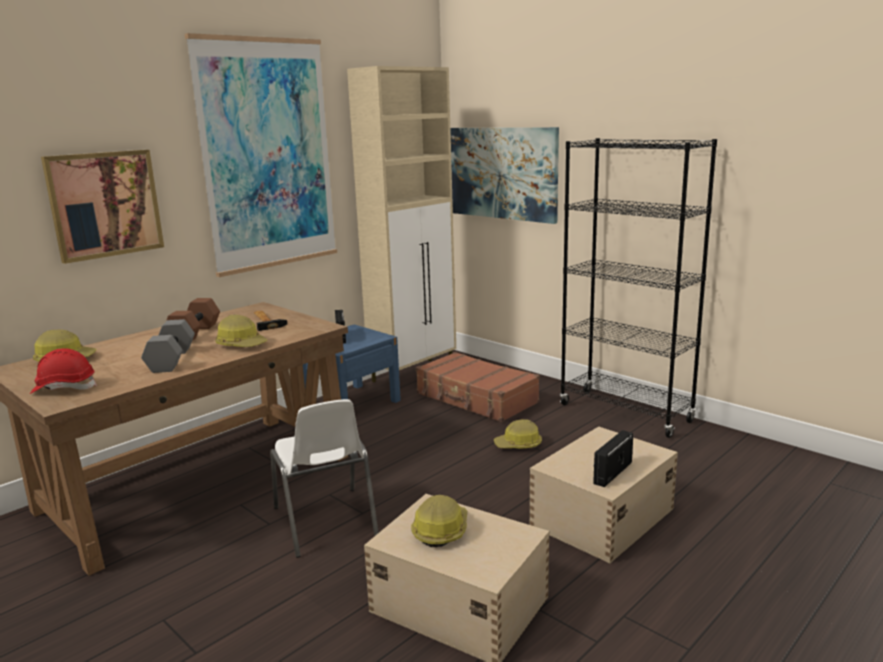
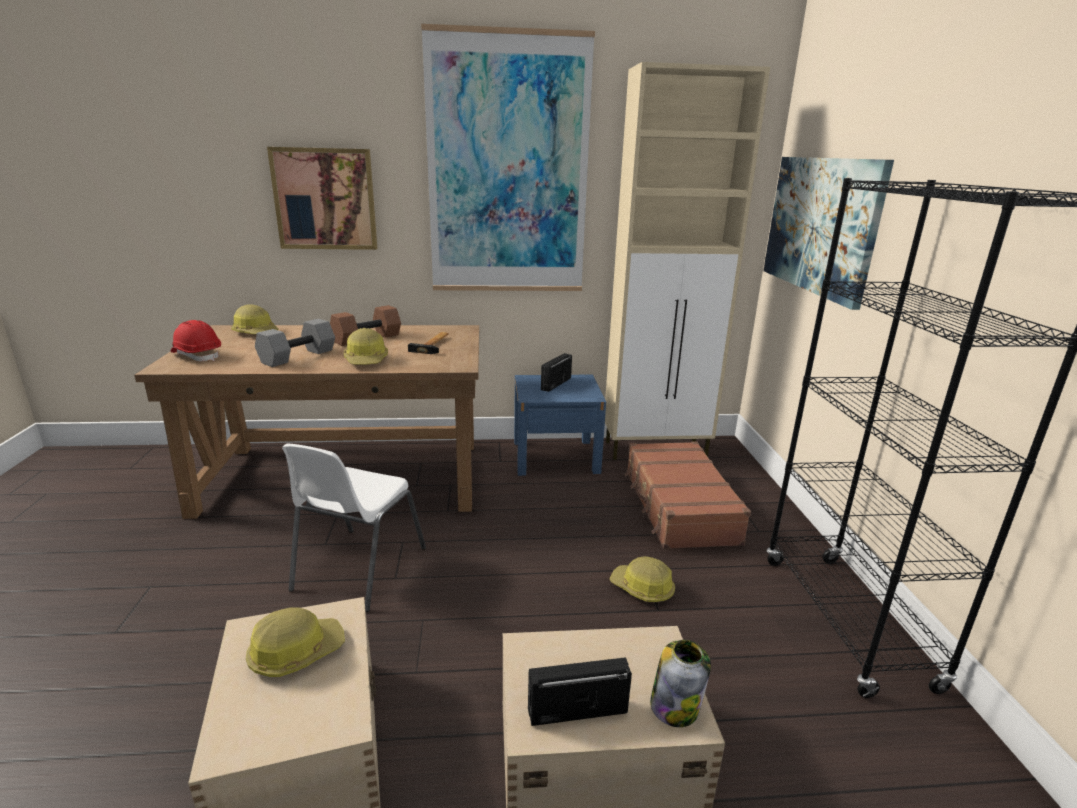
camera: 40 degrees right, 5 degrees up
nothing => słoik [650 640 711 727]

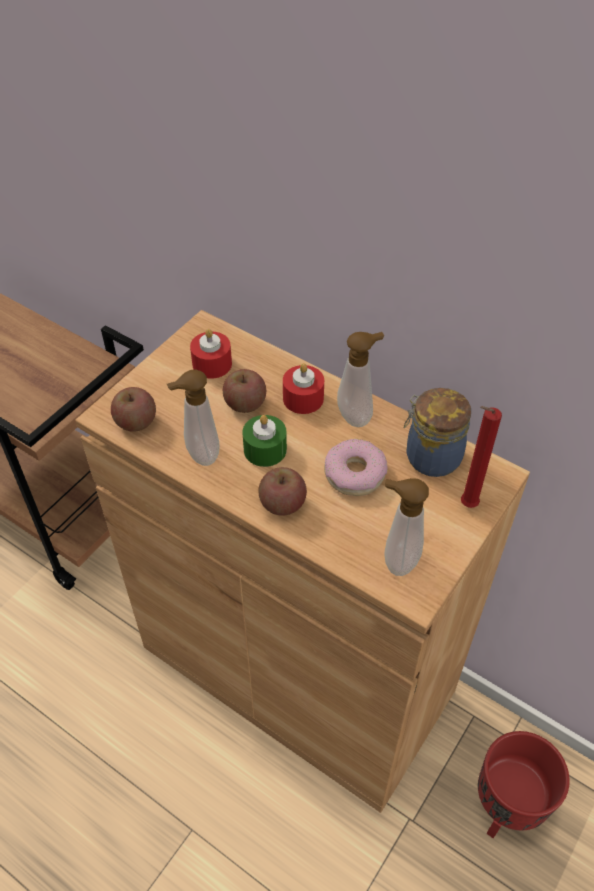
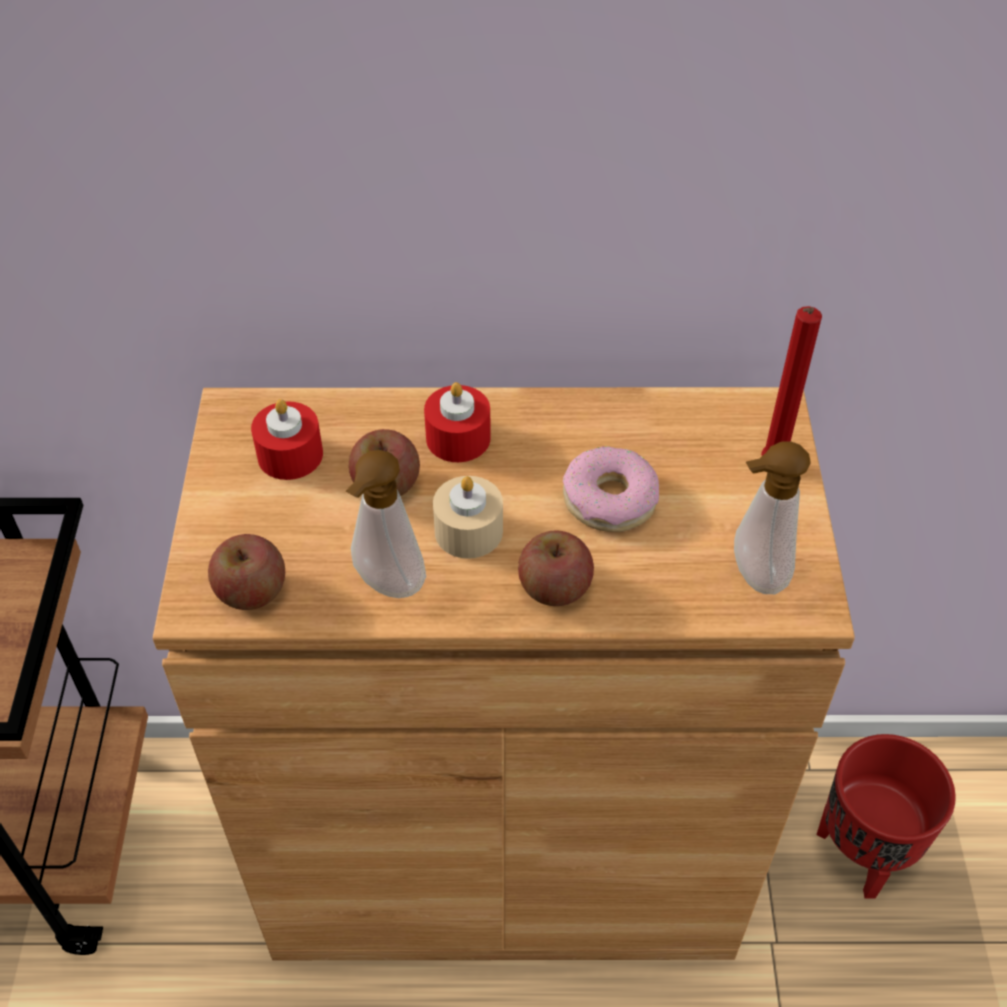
camera: 35 degrees left, 0 degrees up
dozownik mydła [337 332 384 427] => nothing
słoik [404 388 471 477] => nothing
świeca (zielony) [242 415 287 467] => świeca (beżowy) [433 476 503 559]

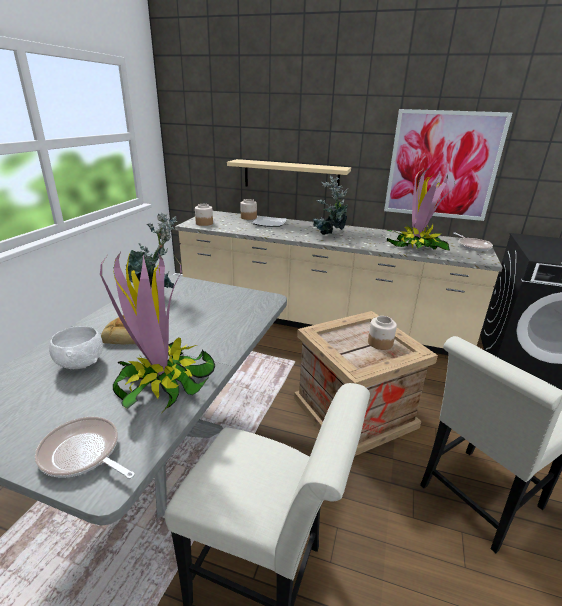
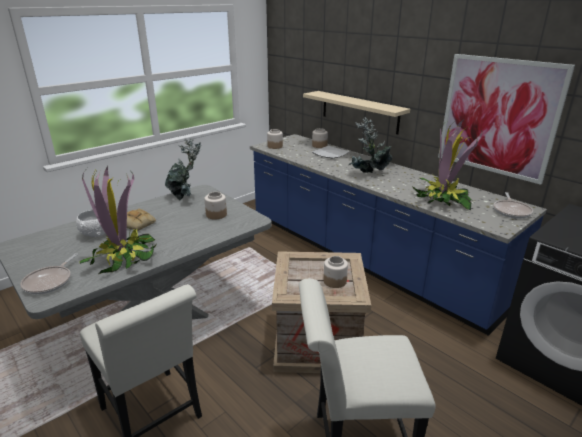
camera: 30 degrees right, 0 degrees up
zabudowa kuchenna (beżowy) [175 211 503 355] => zabudowa kuchenna (niebieski) [250 134 547 336]
patelnia [35 417 135 479] => patelnia [20 253 78 294], 135 degrees counterclockwise
nothing => słoik [204 192 227 219]

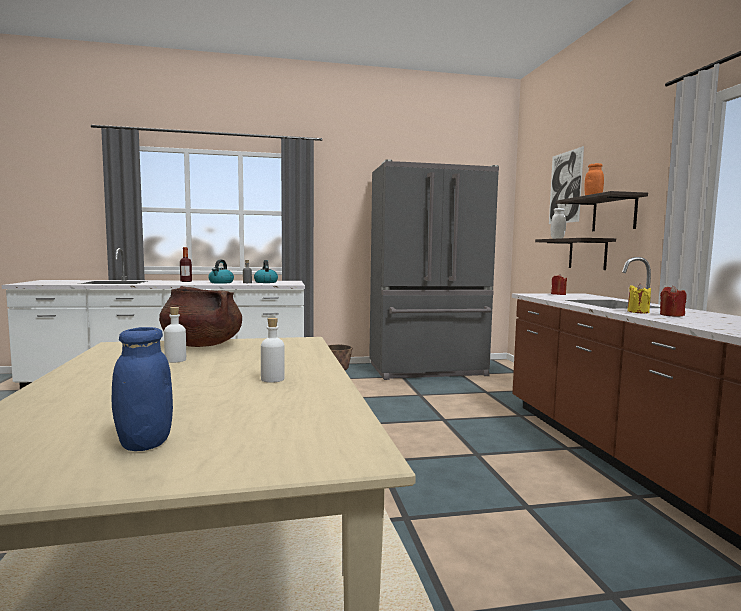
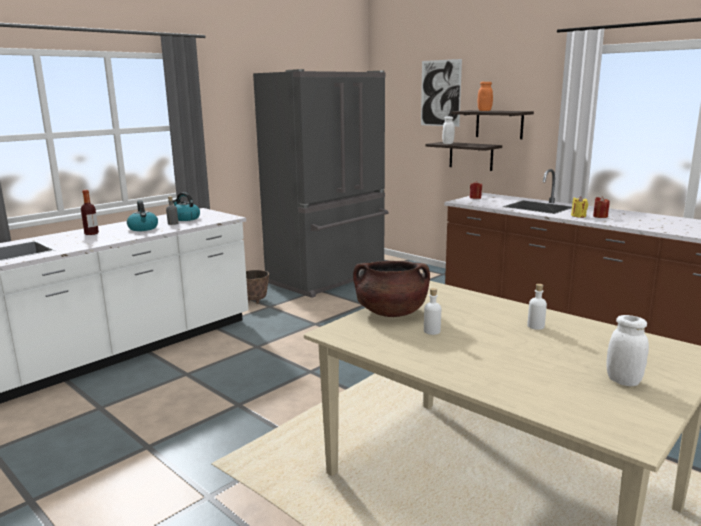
camera: 35 degrees left, 10 degrees up
słoik (niebieski) [112 327 173 451] => słoik (biały) [606 315 649 386]

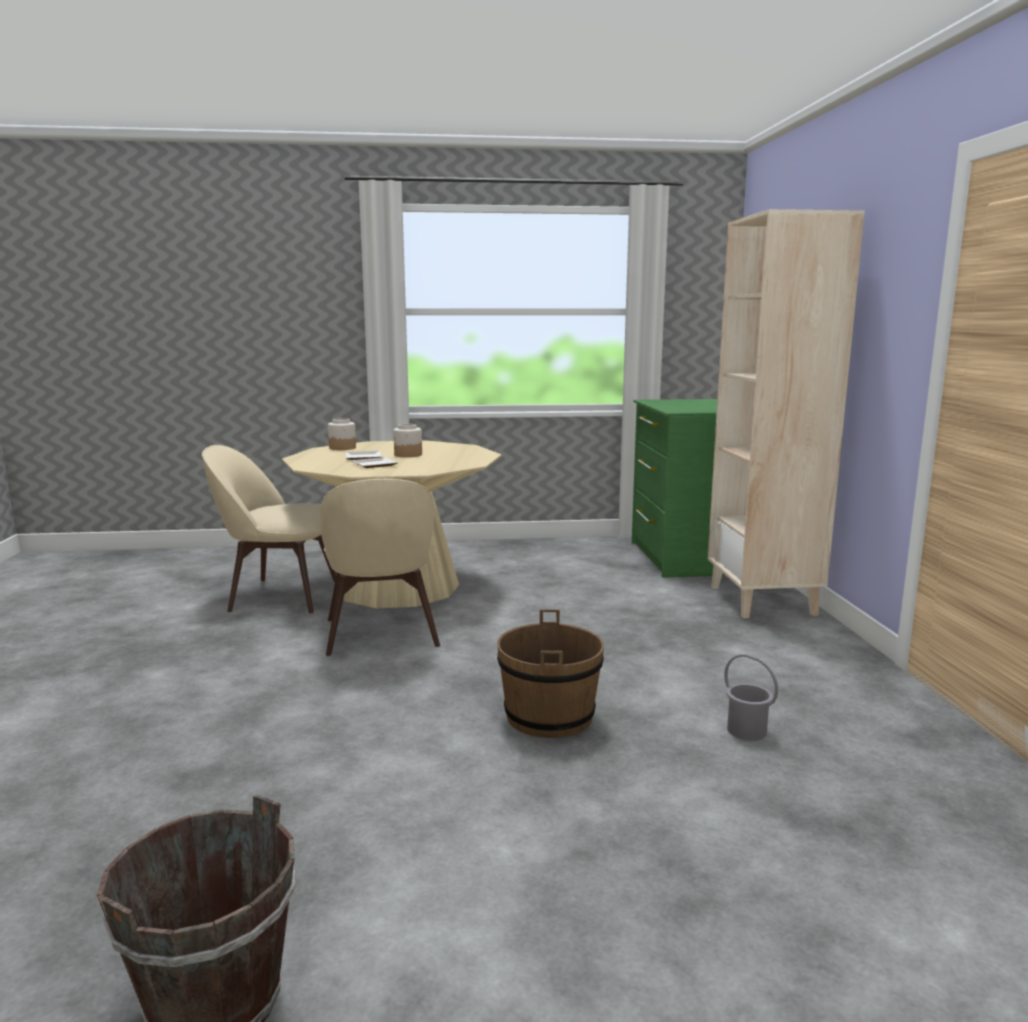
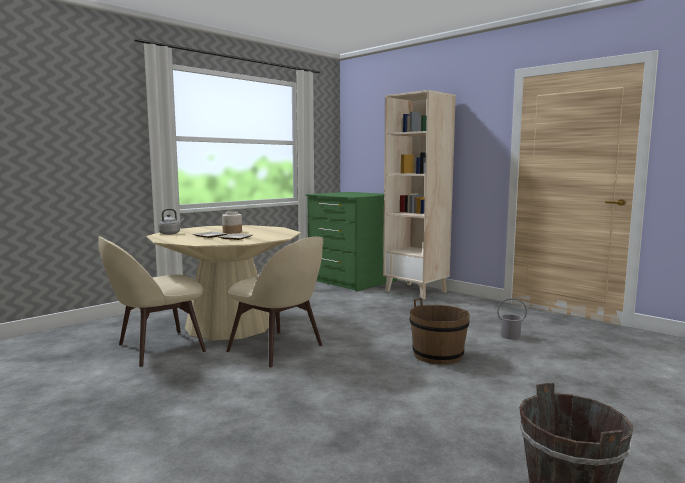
camera: 40 degrees left, 5 degrees down
słoik [328 418 356 450] => czajnik (szary) [158 209 185 235]

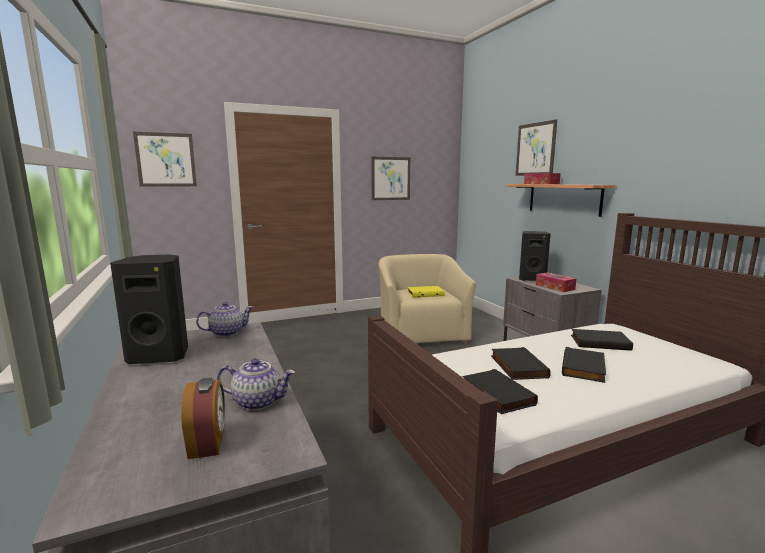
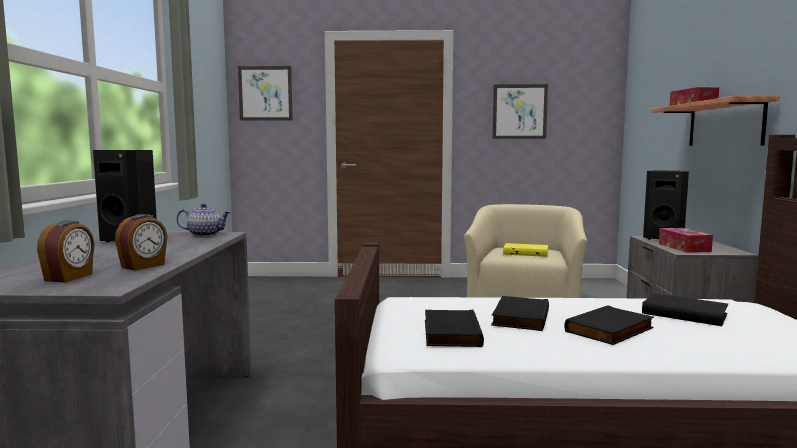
camera: 25 degrees right, 5 degrees down
obraz [516 119 557 176] => nothing
imbryk [217 358 295 410] => budzik [115 214 168 271]

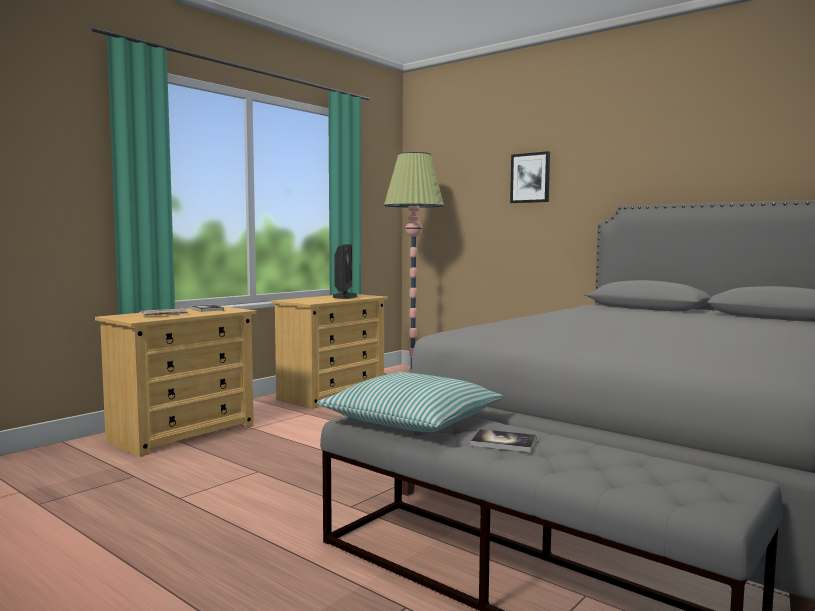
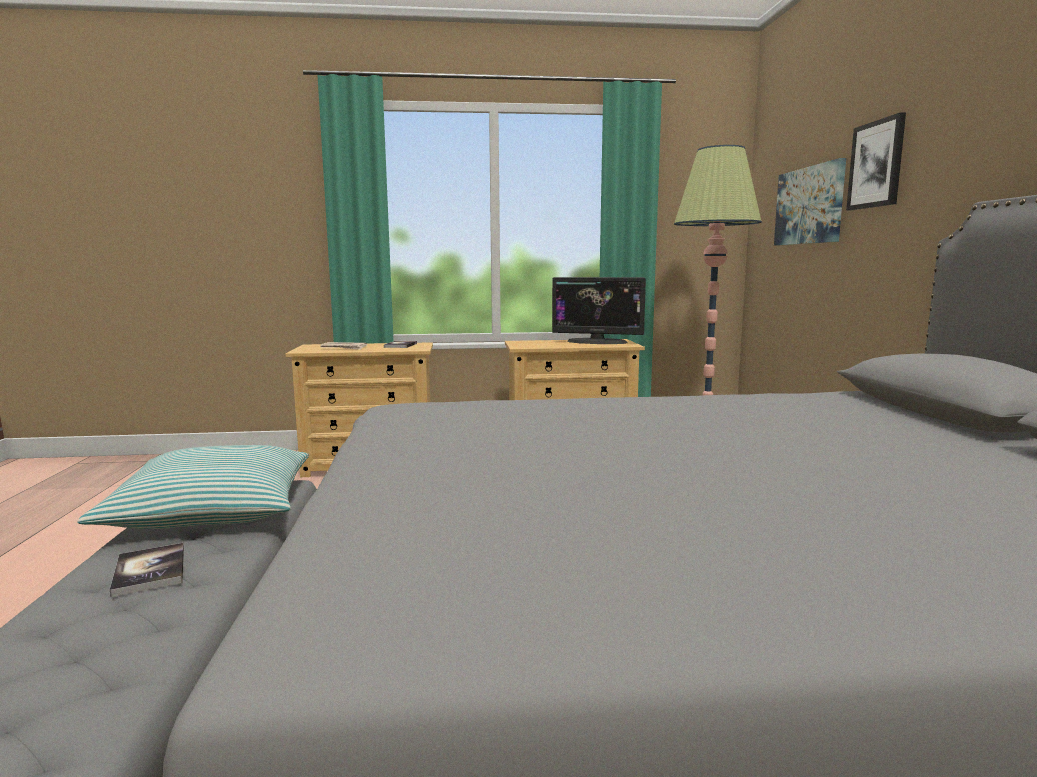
camera: 45 degrees right, 5 degrees up
monitor [333 244 358 299] => monitor [552 277 646 344], 60 degrees clockwise
nothing => obraz [774 158 846 245]

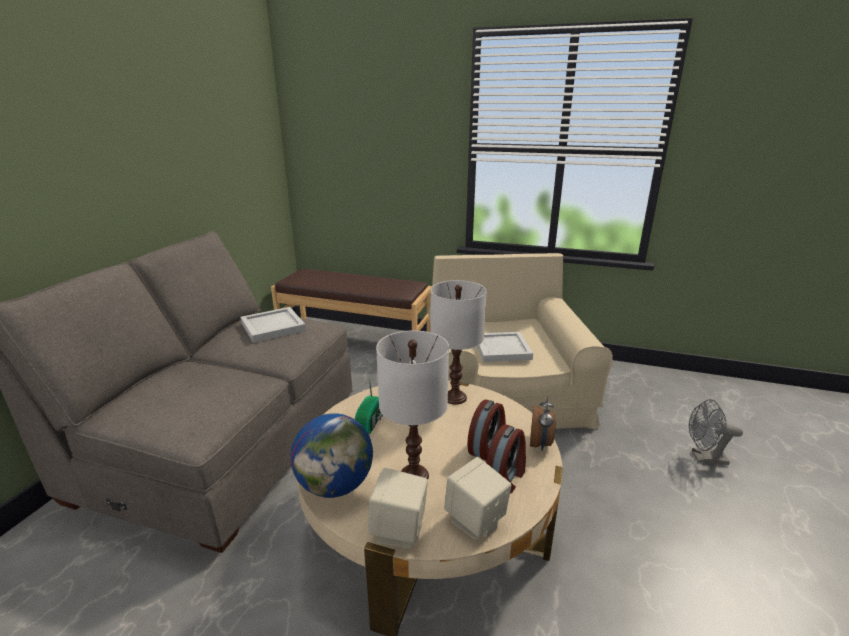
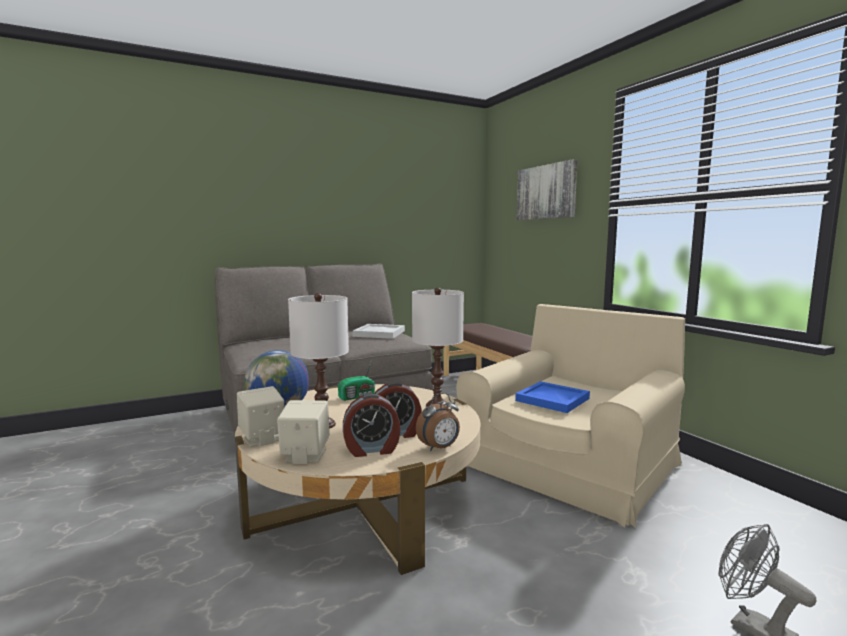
camera: 45 degrees right, 15 degrees down
taca (biały) [477 332 533 362] => taca (niebieski) [515 381 590 413]
nothing => obraz [517 159 577 220]

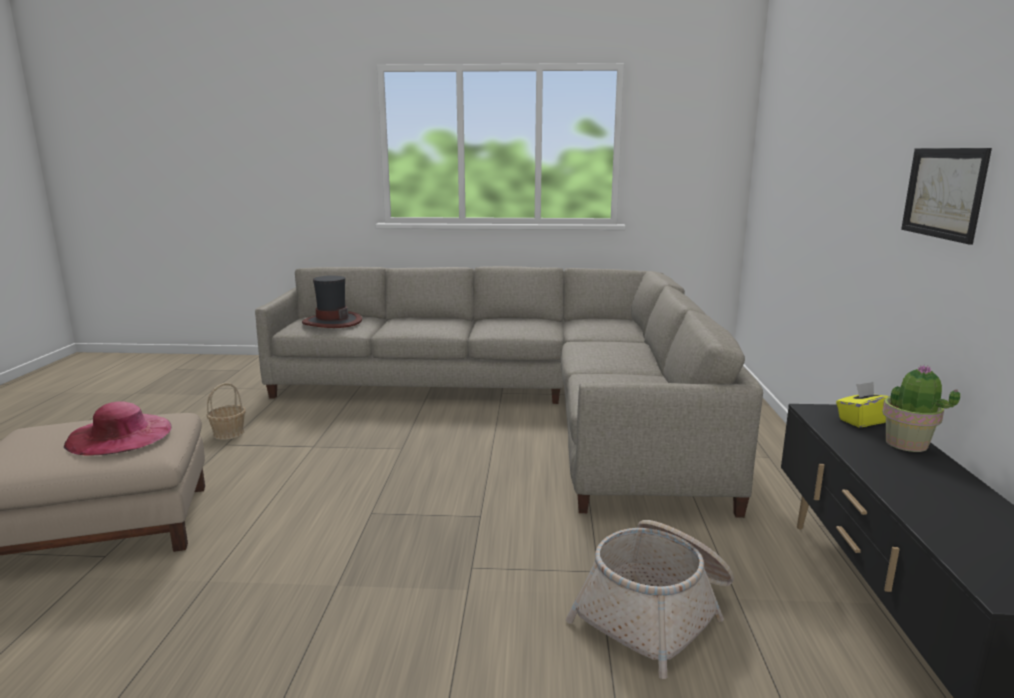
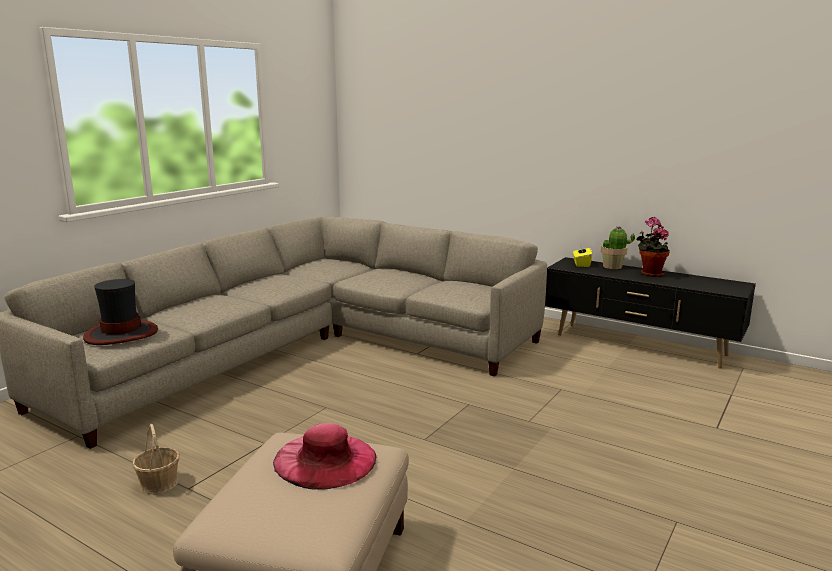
camera: 60 degrees left, 0 degrees up
obraz [901 148 992 245] => nothing
koszyk [566 520 734 679] => nothing
nothing => roślina doniczkowa [636 217 670 277]

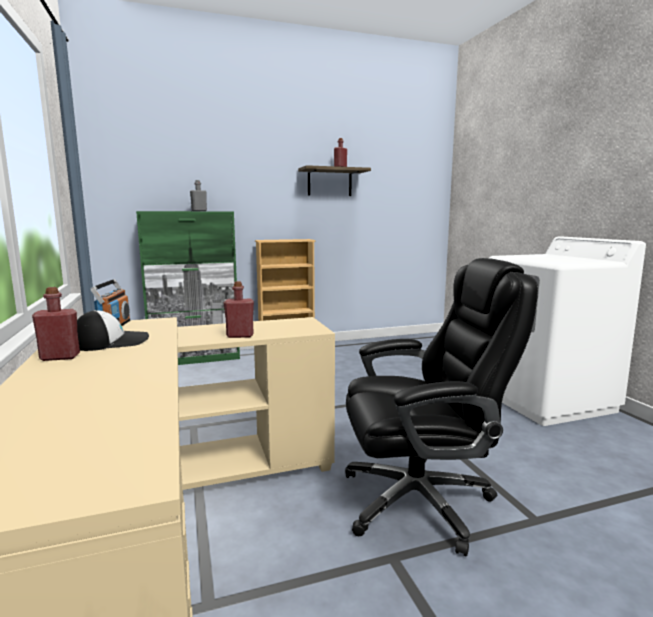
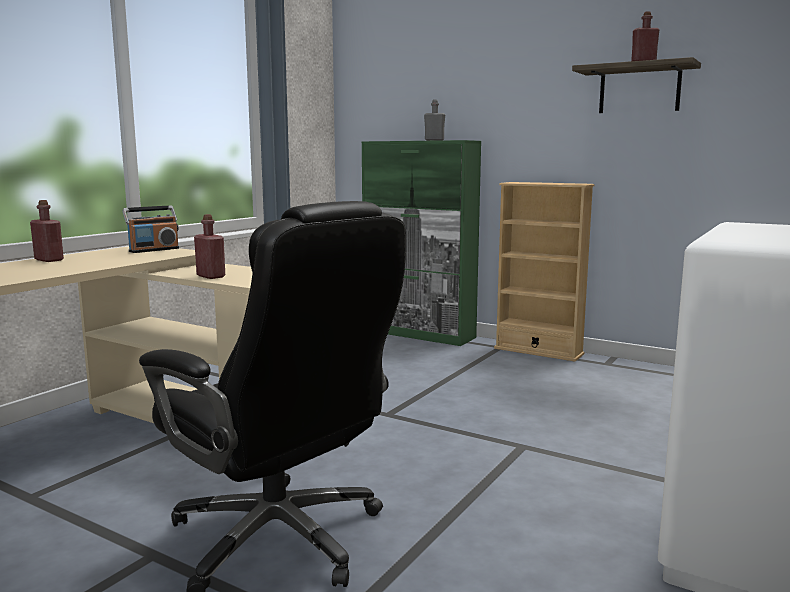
camera: 50 degrees right, 0 degrees up
czapka z daszkiem [77 310 149 351] => nothing

